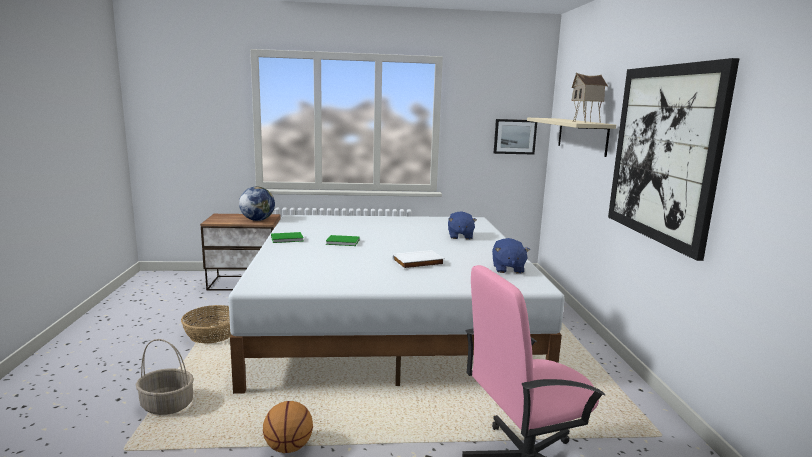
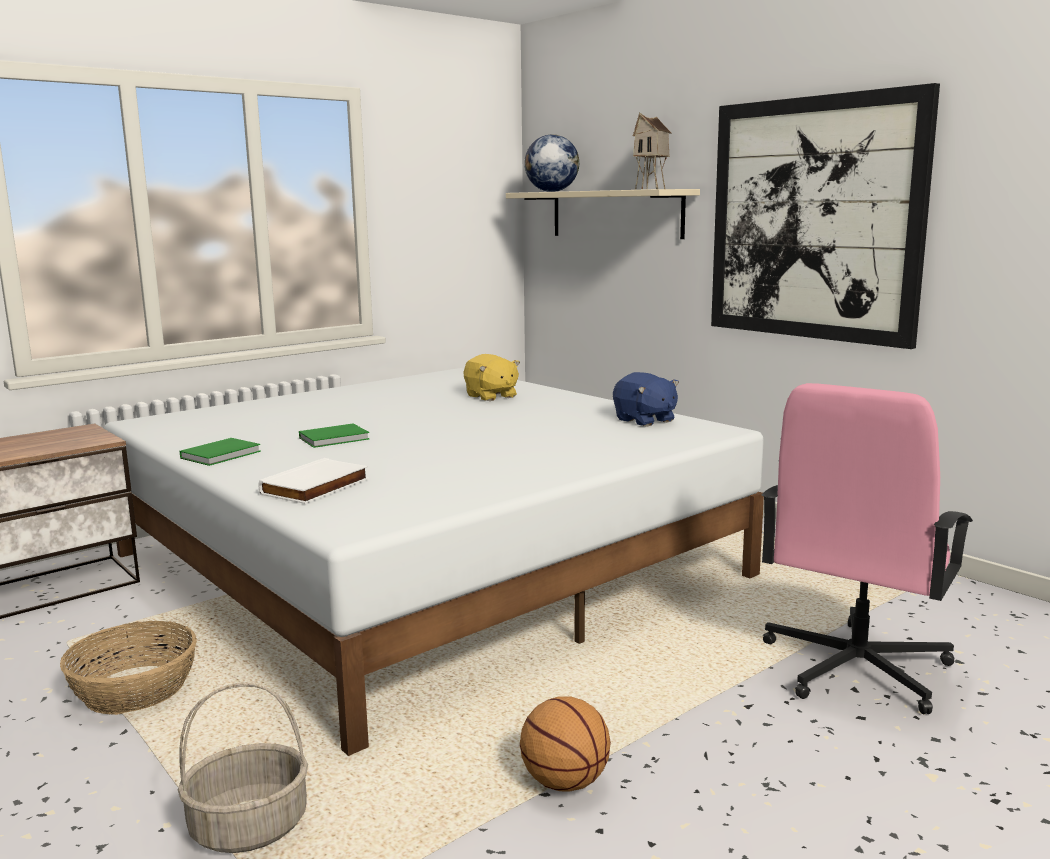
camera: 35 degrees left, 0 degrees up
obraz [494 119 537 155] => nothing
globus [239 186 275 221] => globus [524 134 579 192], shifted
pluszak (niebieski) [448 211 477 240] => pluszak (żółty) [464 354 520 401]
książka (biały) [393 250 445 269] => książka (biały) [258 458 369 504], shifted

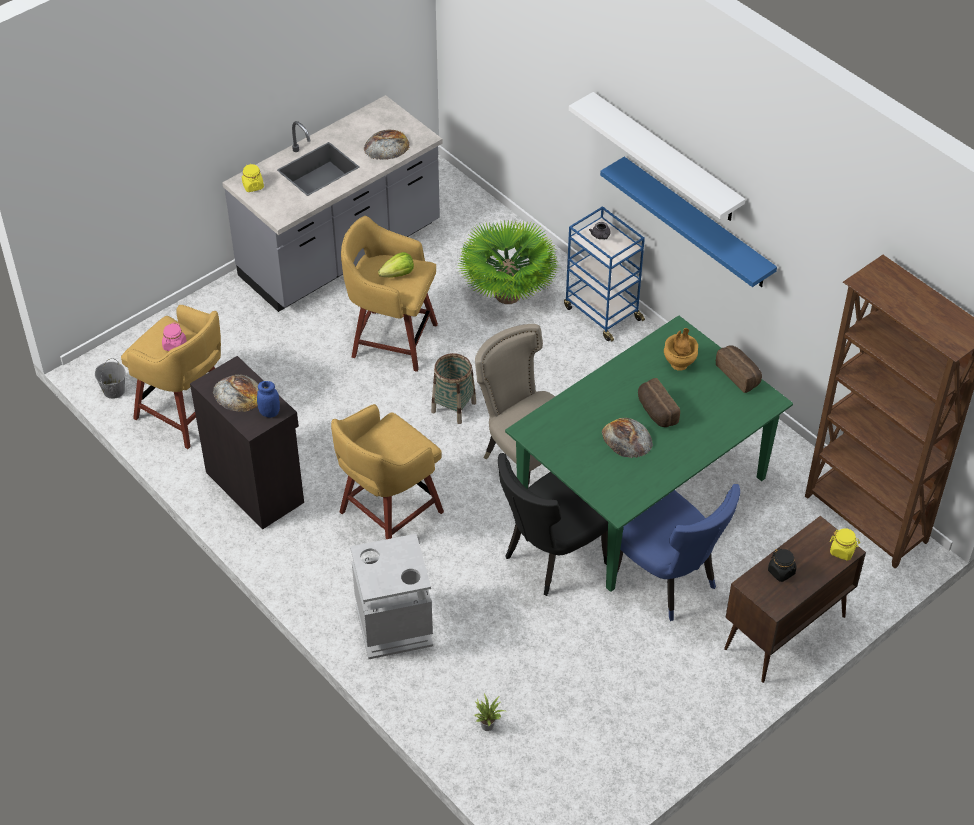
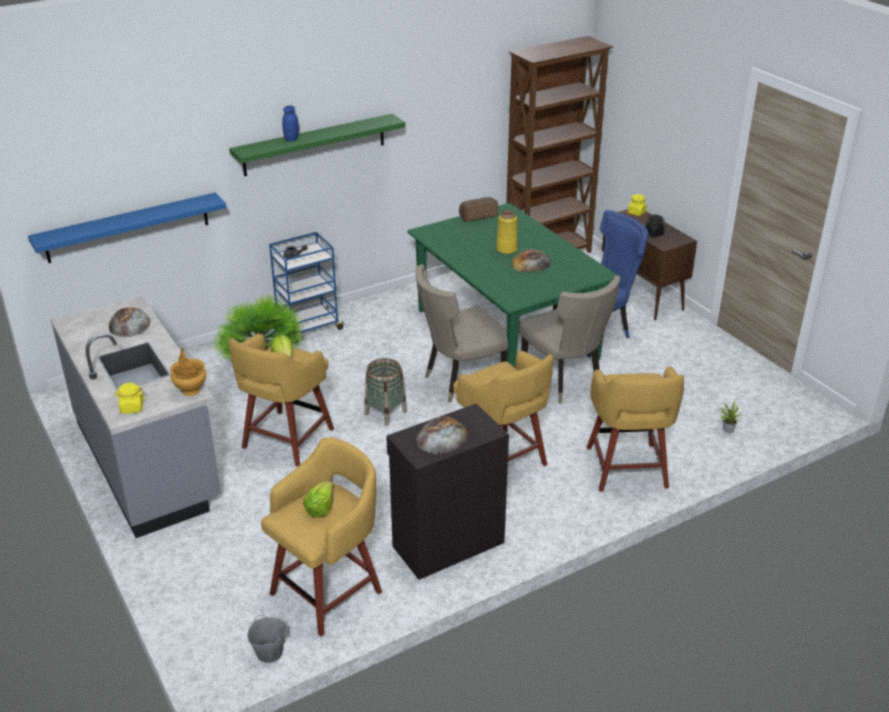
camera: 80 degrees left, 15 degrees down
półka (biały) [569 92 745 221] => półka (zielony) [229 114 406 176]
półka (niebieski) [600 157 777 287] => półka (niebieski) [28 192 226 263], shifted
słoik (różowy) [162 322 187 351] => sałata [303 481 333 517]
wazon (brązowy) [664 328 698 371] => wazon (brązowy) [170 347 207 396], shifted
chleb [638 378 680 427] => wazon (żółty) [496 210 518 254]
słoik (niebieski) [257 381 280 418] => słoik (niebieski) [282 105 299 142], shifted
krzesło (czarny) [498 453 608 596] => krzesło (beżowy) [519 275 620 403]
kosz na śmieci (szary) [350 534 433 659] => stołek (żółty) [587 366 684 492]

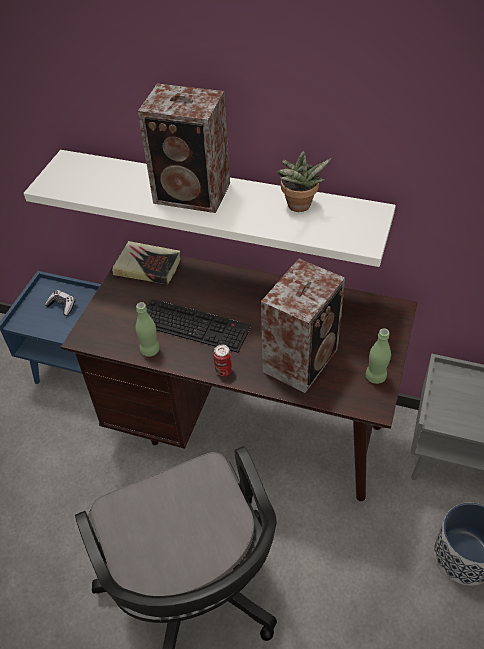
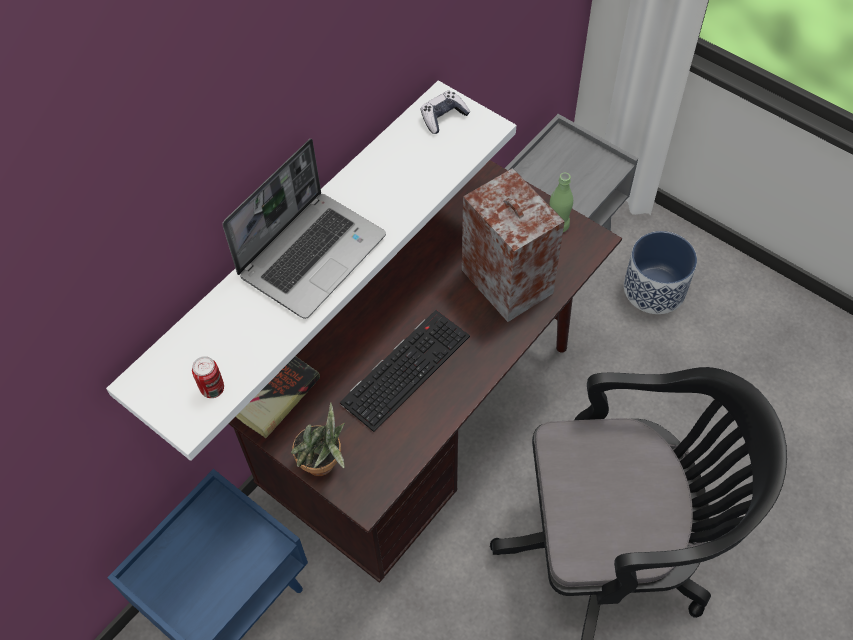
camera: 70 degrees left, 10 degrees up
głośnik [138 84 230 213] => laptop [222 138 386 319]
roślina doniczkowa [277 151 331 212] => roślina doniczkowa [291 402 345 476], shifted
pad do gier [45 290 75 315] => pad do gier [421 91 470 134], shifted
butelka (zielony) [136 302 160 357] => nothing
puszka [213 345 232 376] => puszka [192 356 224 398], shifted

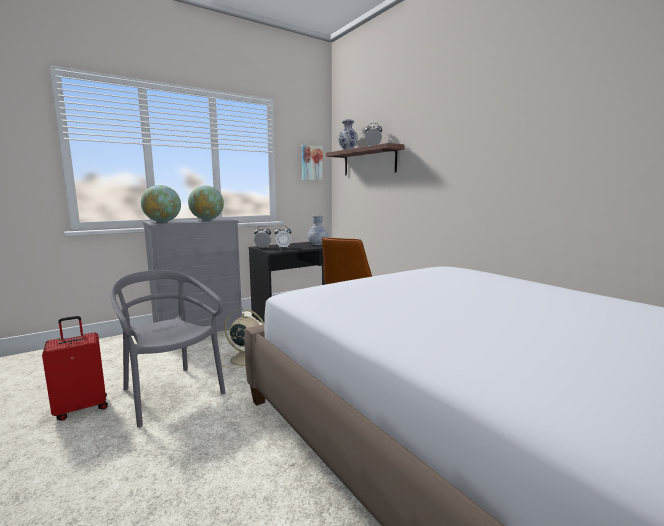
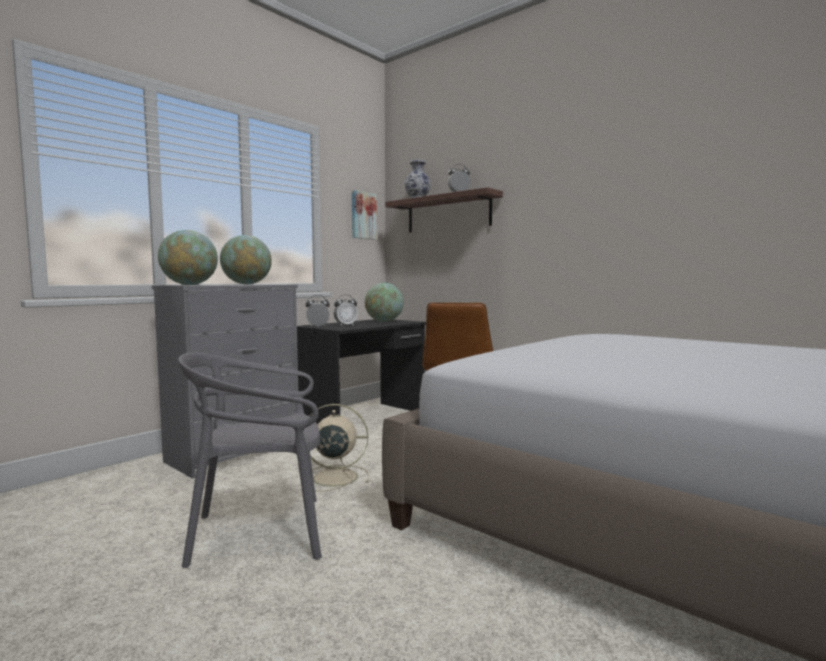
camera: 15 degrees left, 5 degrees down
wazon [307 215 328 245] => globus [365 283 404 322]
krzesło (szary) [111 270 226 427] => krzesło (szary) [178 352 322 568], 45 degrees counterclockwise
walizka (czerwony) [42 316 108 421] => nothing

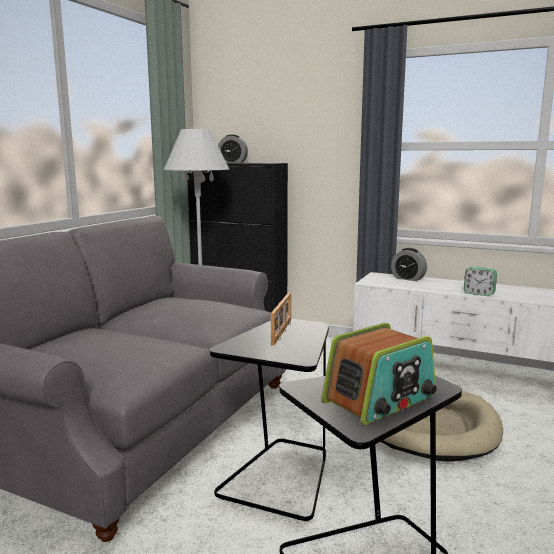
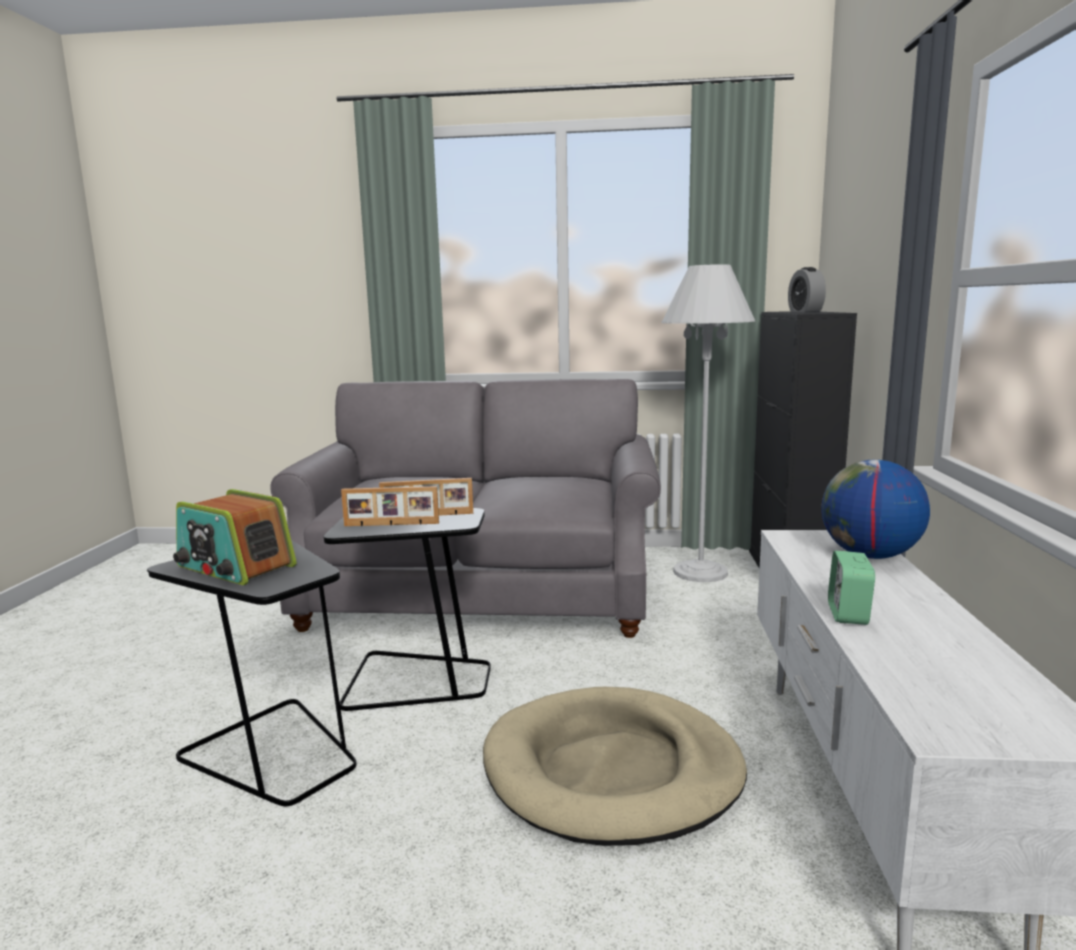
camera: 70 degrees right, 0 degrees up
budzik [391 248 427 281] => globus [821 460 930 559]
nothing => ramka na zdjęcie [341 486 439 526]

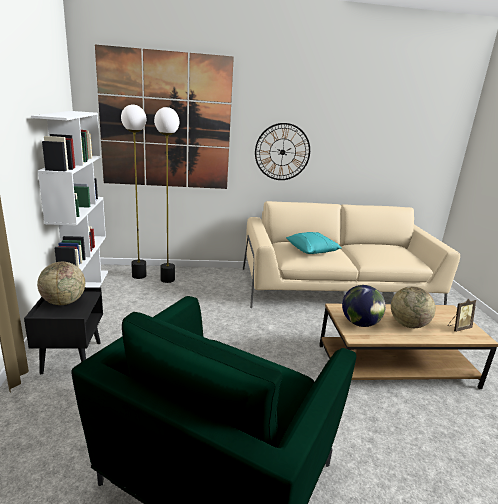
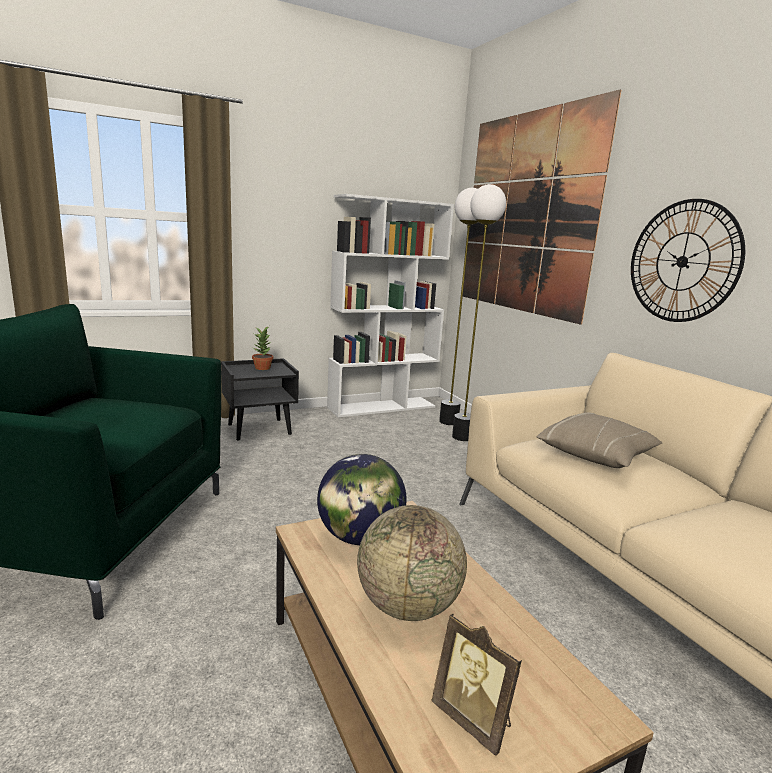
camera: 70 degrees right, 5 degrees down
poduszka (turkusowy) [286 232 342 254] => poduszka (beżowy) [537 412 663 468]
globus [37 262 85 305] => roślina doniczkowa [252 326 273 370]

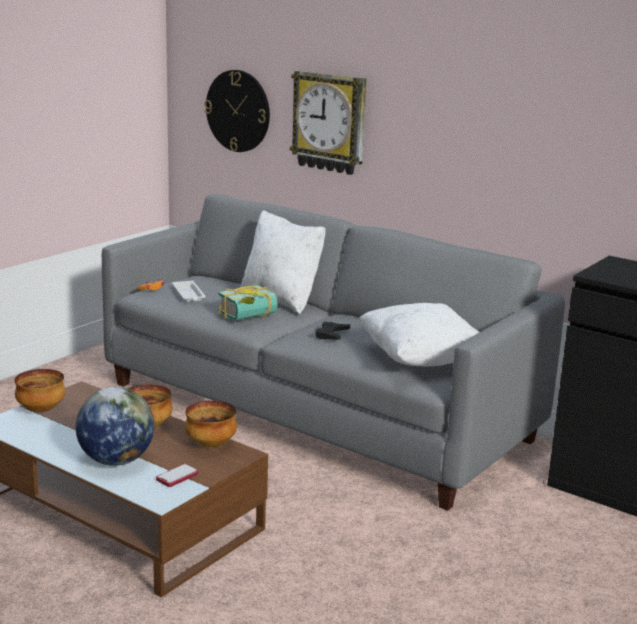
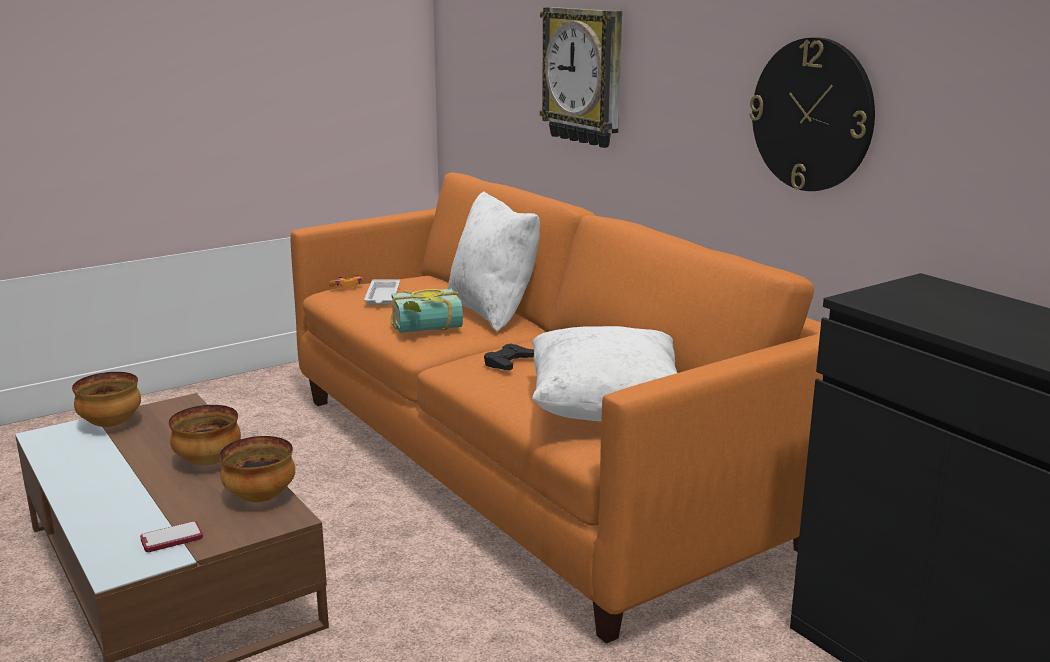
camera: 20 degrees right, 0 degrees up
zegar ścienny [204 70 270 152] => zegar ścienny [749 37 875 191], shifted
kanapa (szary) [102 194 565 511] => kanapa (pomarańczowy) [290 172 823 644]
globus [76 387 154 466] => nothing

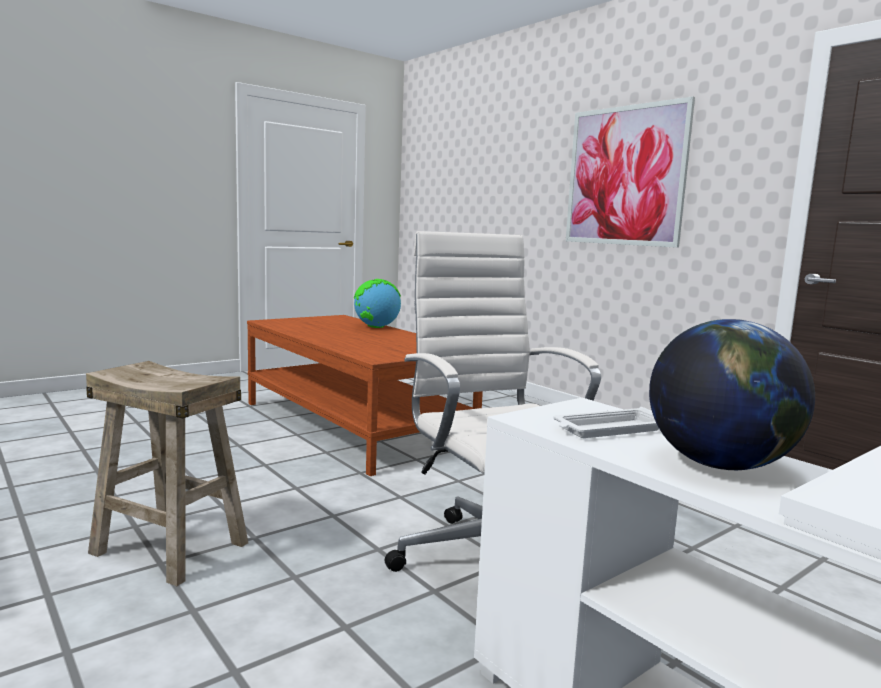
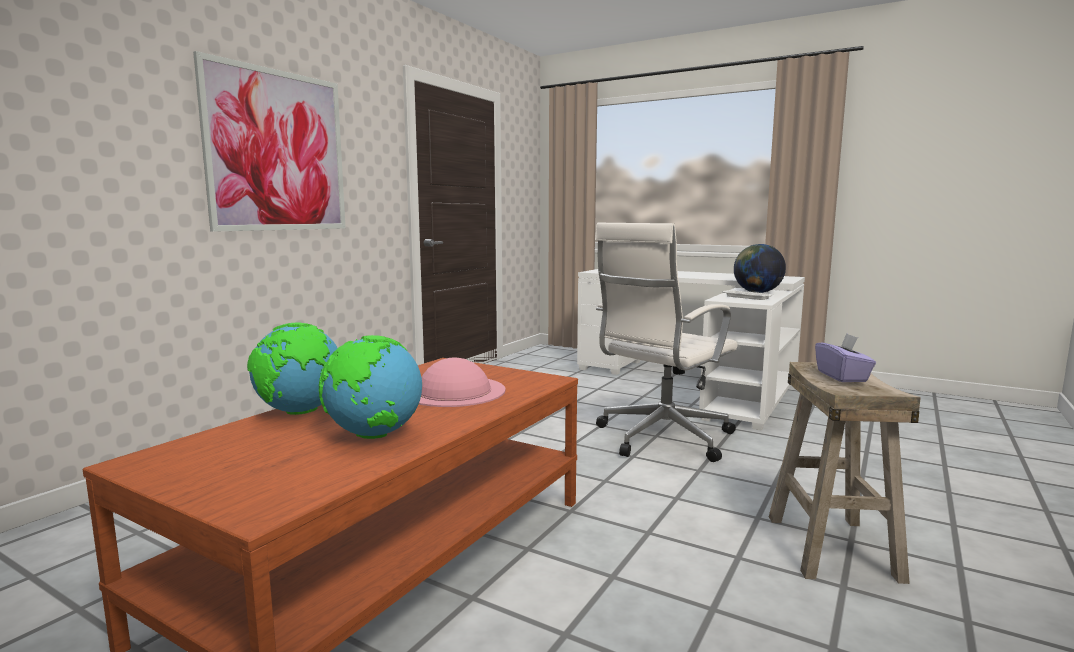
camera: 110 degrees left, 0 degrees up
nothing => pudełko chusteczek (fioletowy) [815 333 876 382]
nothing => globus [319 335 422 439]
nothing => kapelusz (różowy) [419 357 506 407]

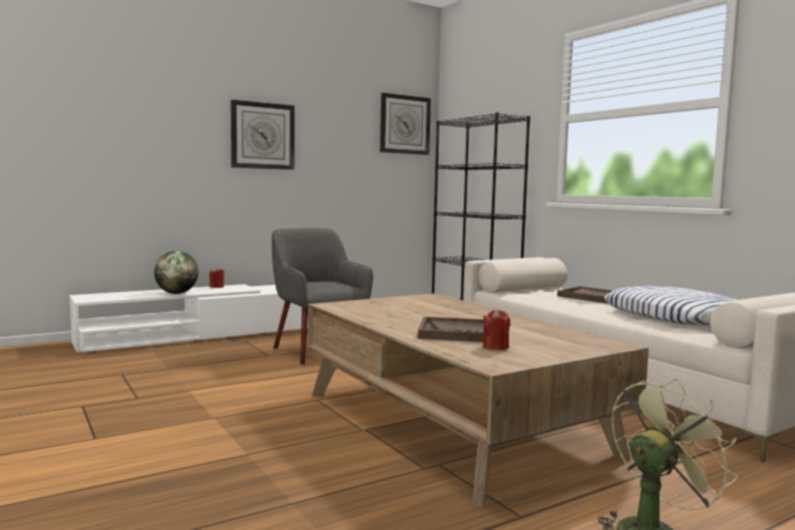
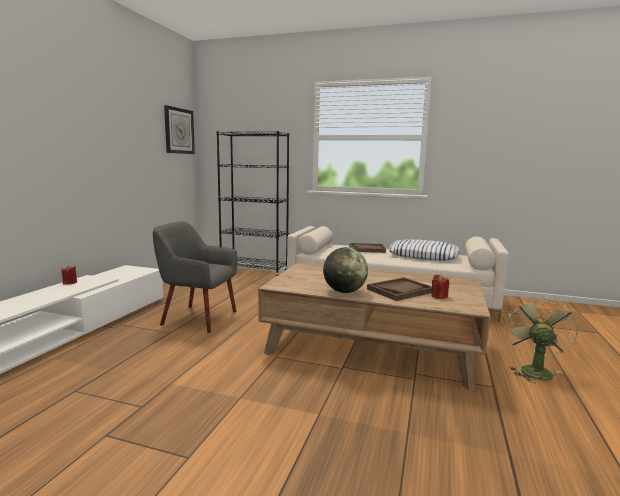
camera: 40 degrees left, 5 degrees up
zegar ścienny [231 100 295 170] => nothing
globus [154 251 199 294] => globus [323 247 368 293], shifted

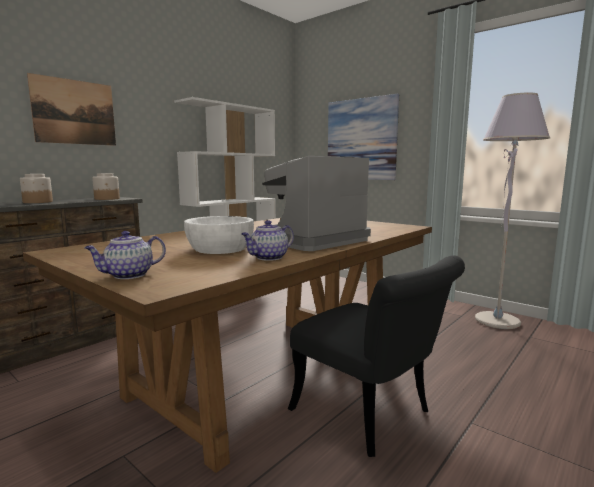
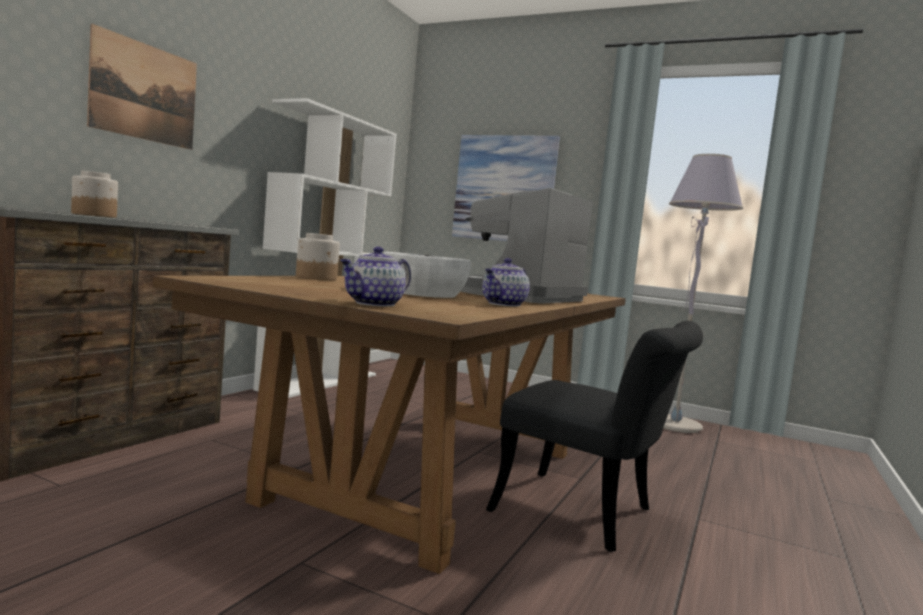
camera: 15 degrees left, 5 degrees down
słoik [92 173 120 200] => słoik [296 233 340 280], shifted

